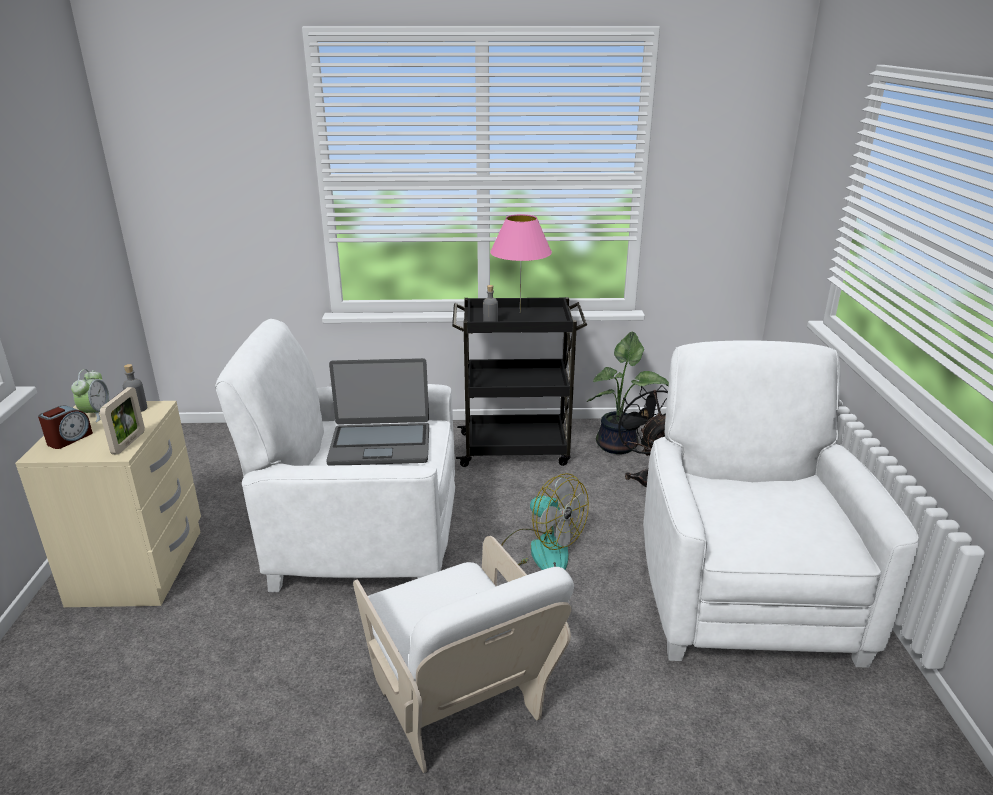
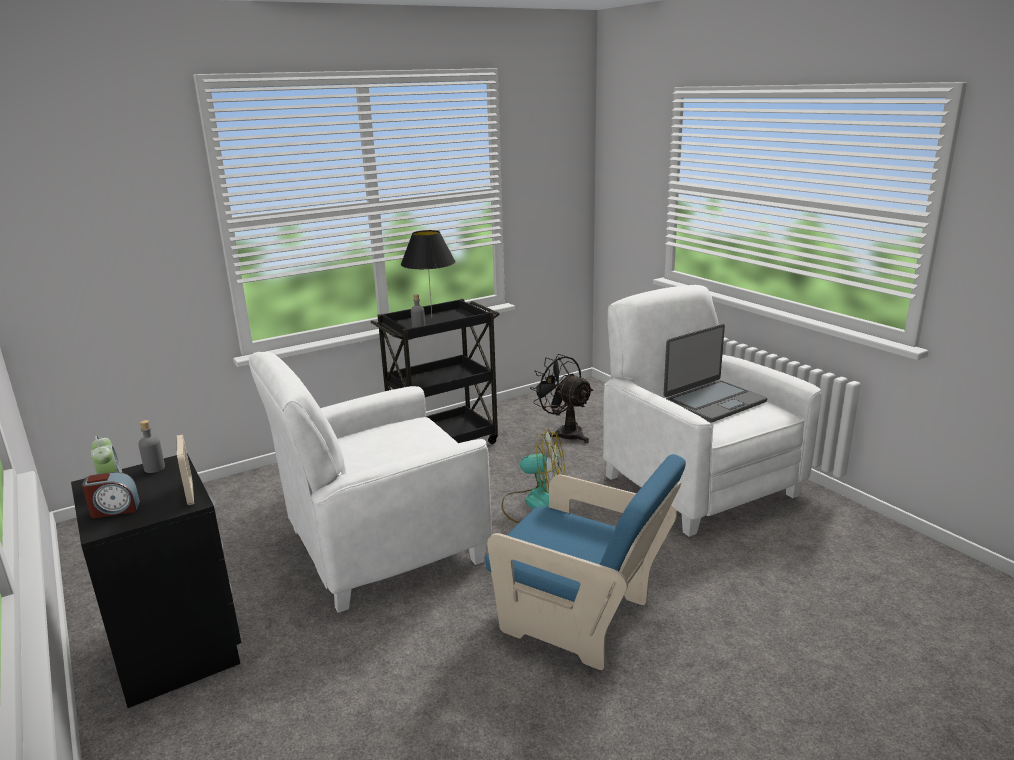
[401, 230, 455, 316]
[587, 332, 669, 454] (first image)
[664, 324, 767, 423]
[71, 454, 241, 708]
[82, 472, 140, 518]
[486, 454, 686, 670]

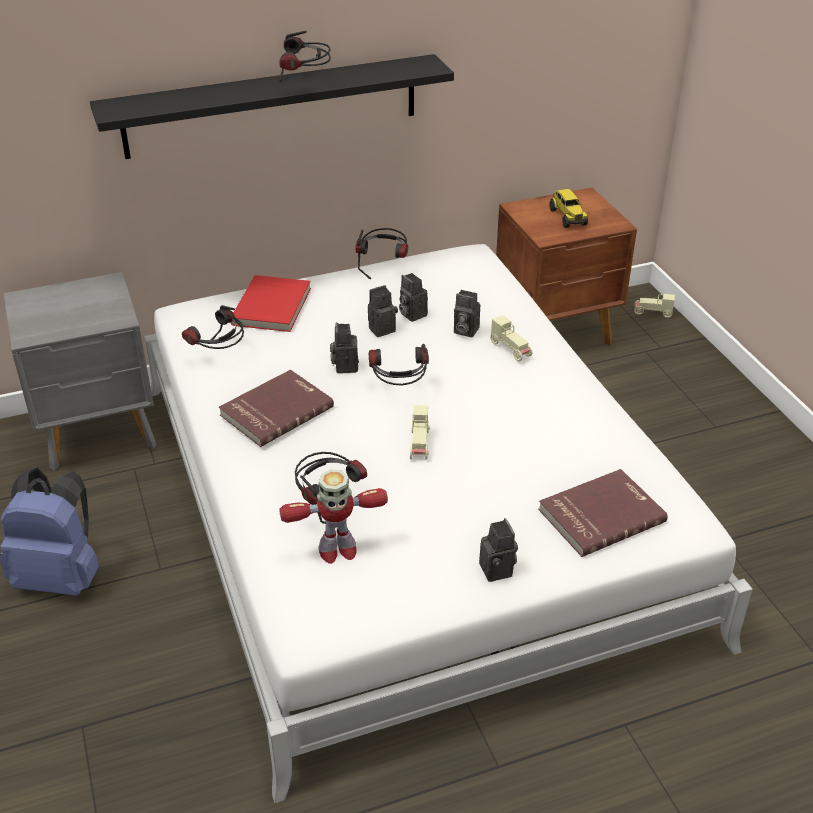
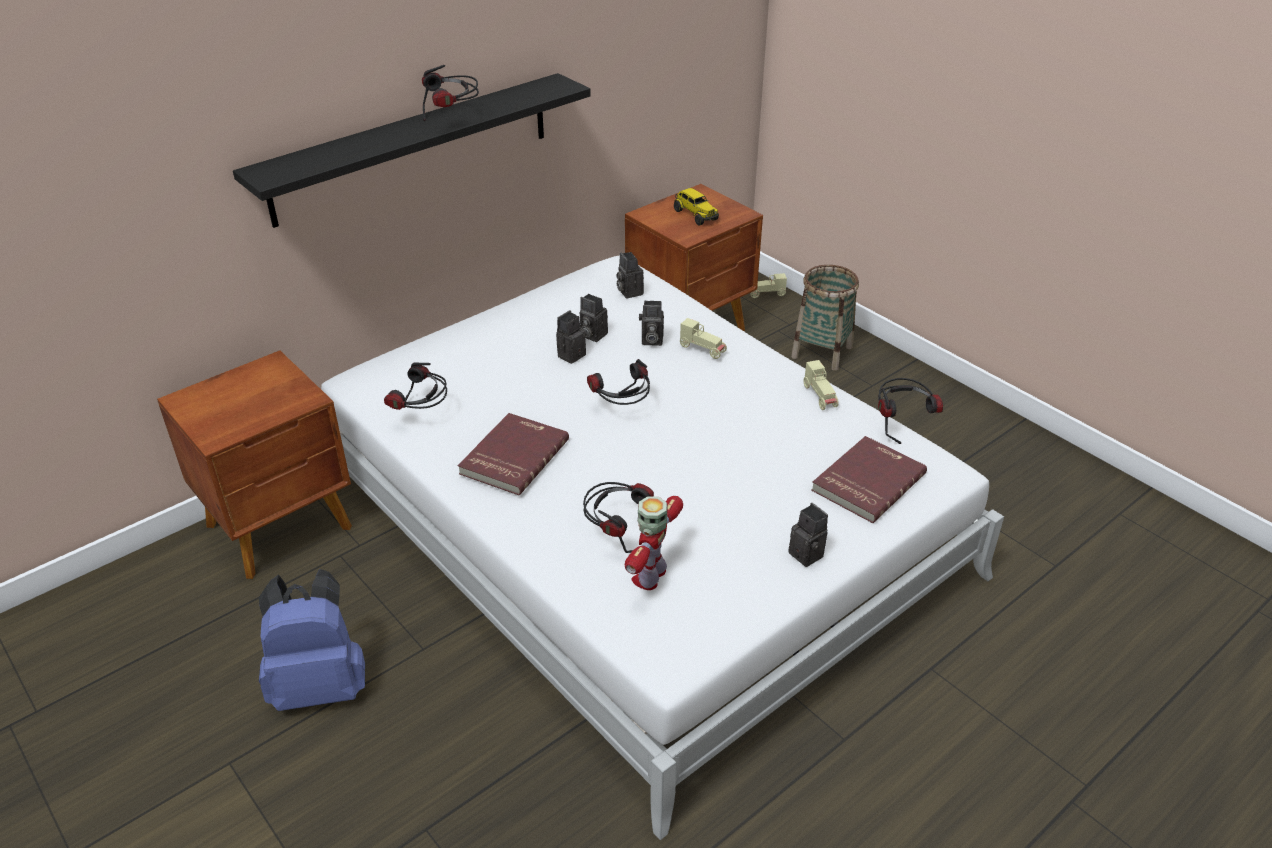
[878, 378, 943, 444]
[157, 350, 352, 579]
[230, 275, 311, 332] (first image)
[616, 252, 644, 298]
[803, 360, 839, 410]
[624, 496, 683, 590]
[791, 265, 859, 371]

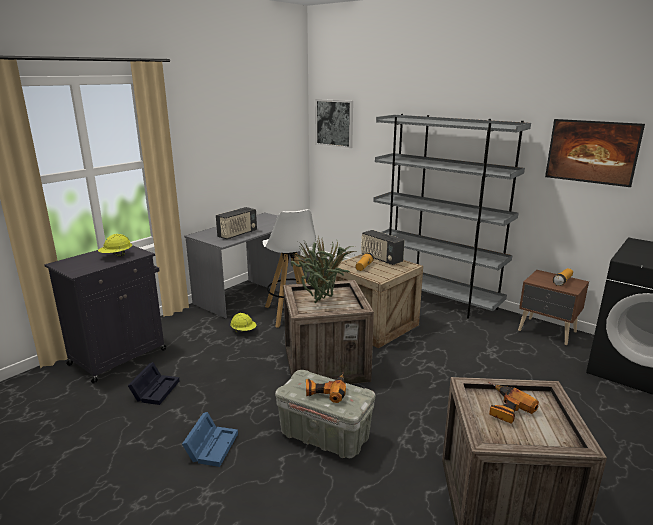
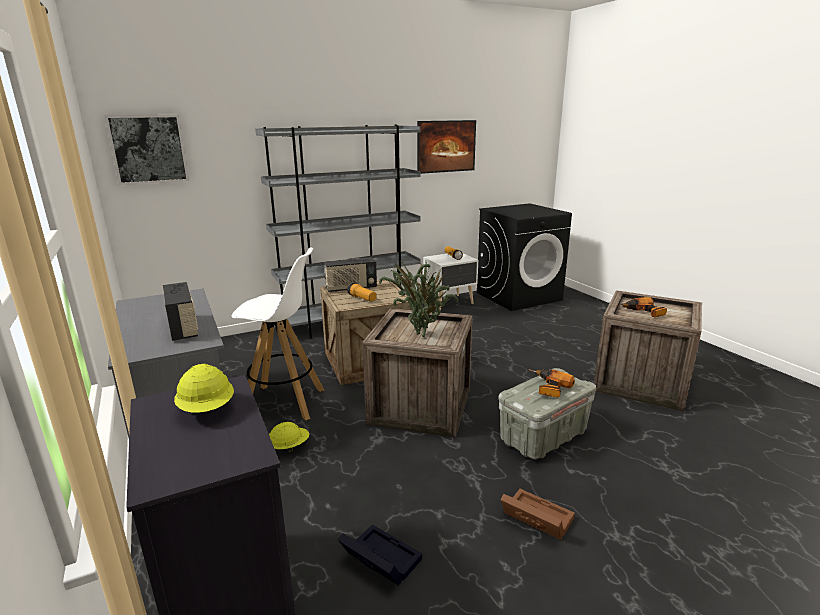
[423, 253, 478, 310]
[501, 489, 575, 540]

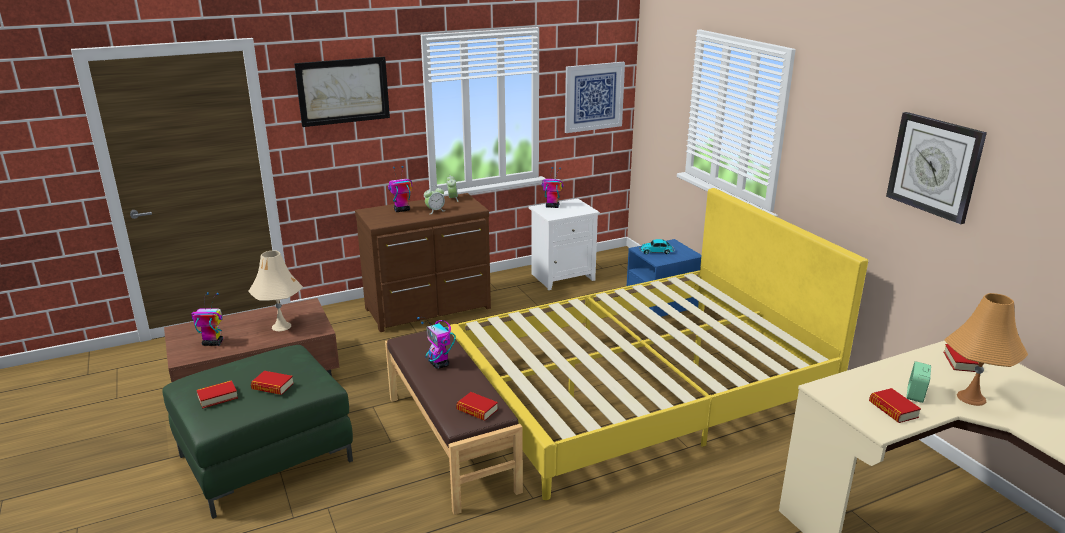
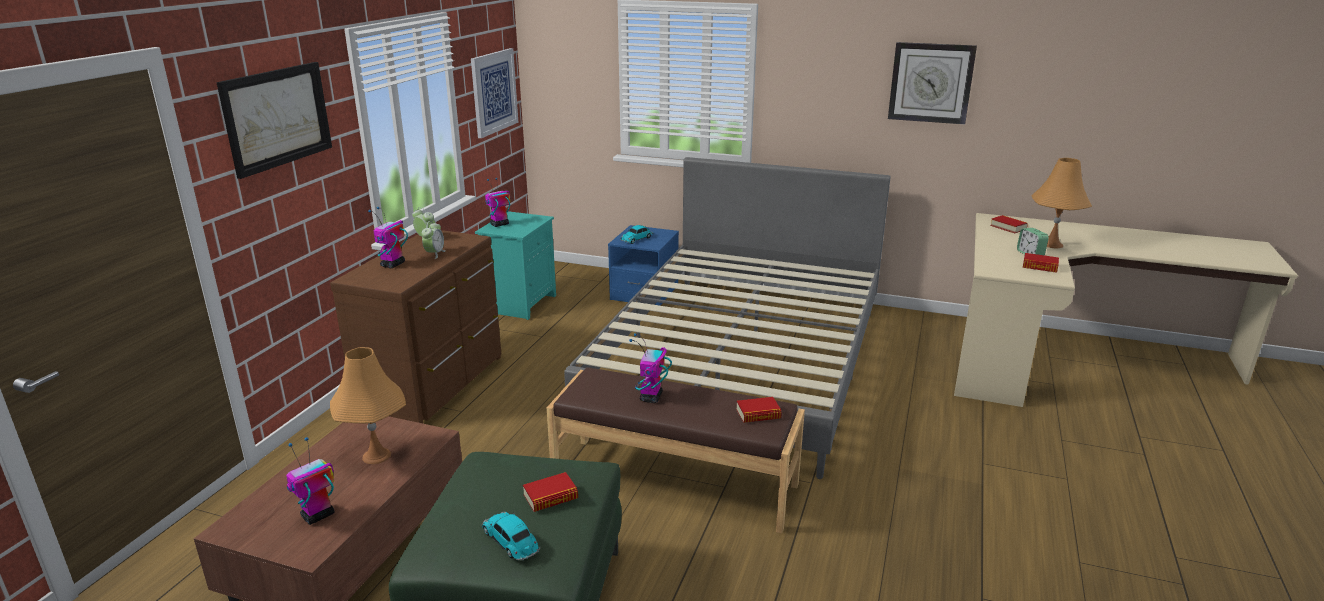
[564, 157, 891, 479]
[475, 211, 556, 320]
[330, 347, 406, 464]
[629, 334, 672, 403]
[482, 511, 540, 560]

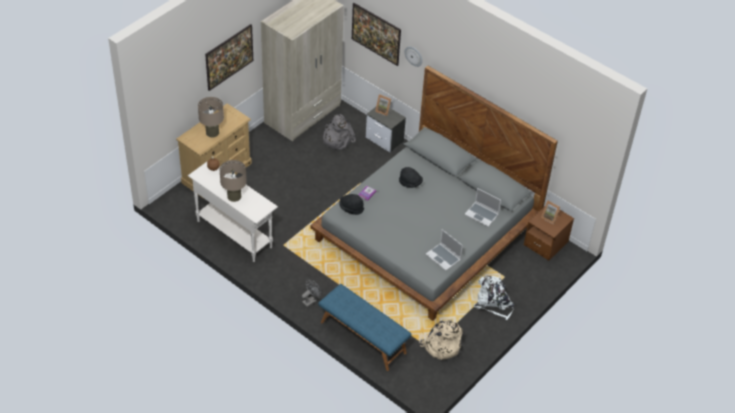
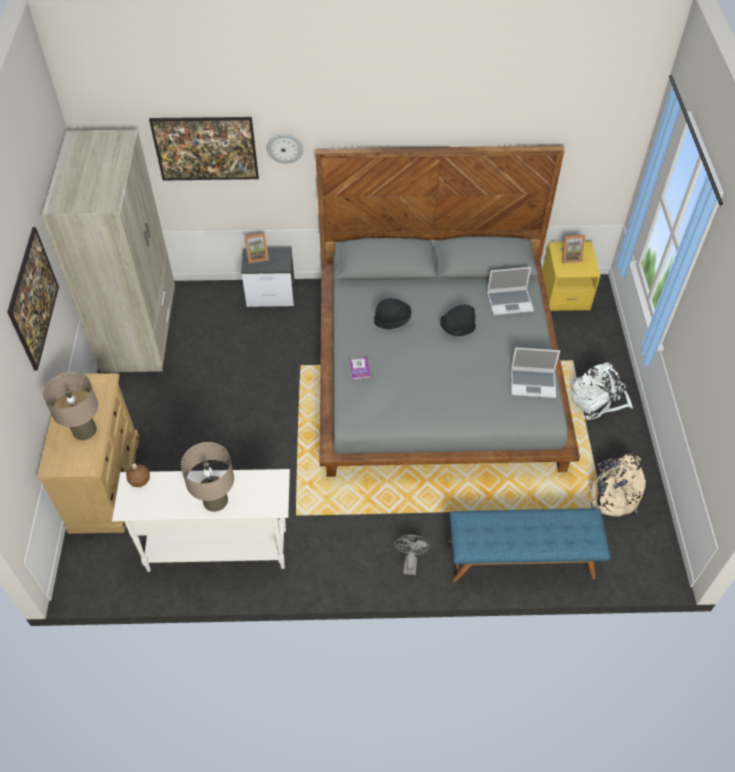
[323, 114, 356, 150] (first image)
[440, 304, 476, 336]
[542, 241, 600, 311]

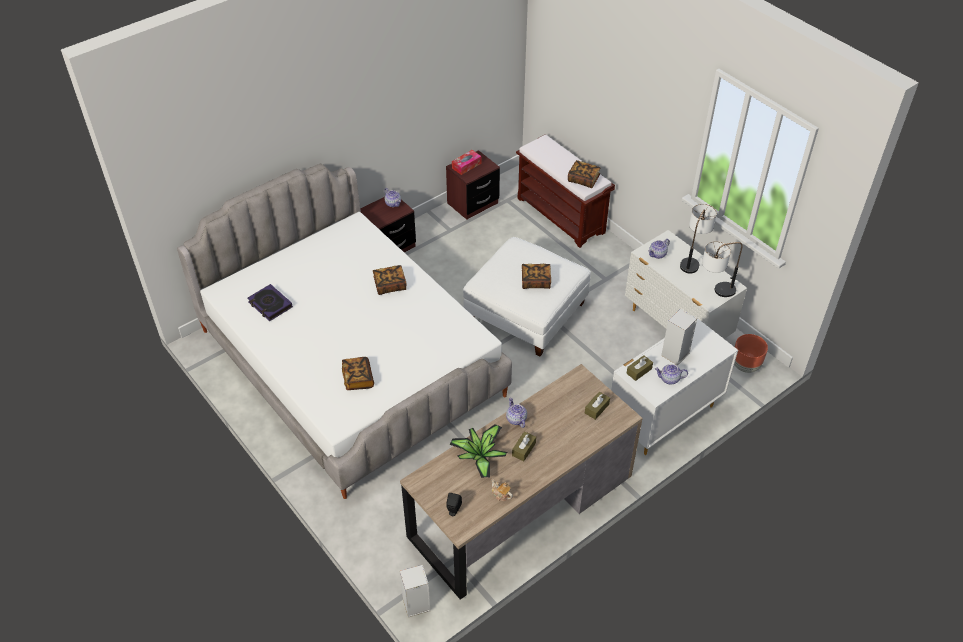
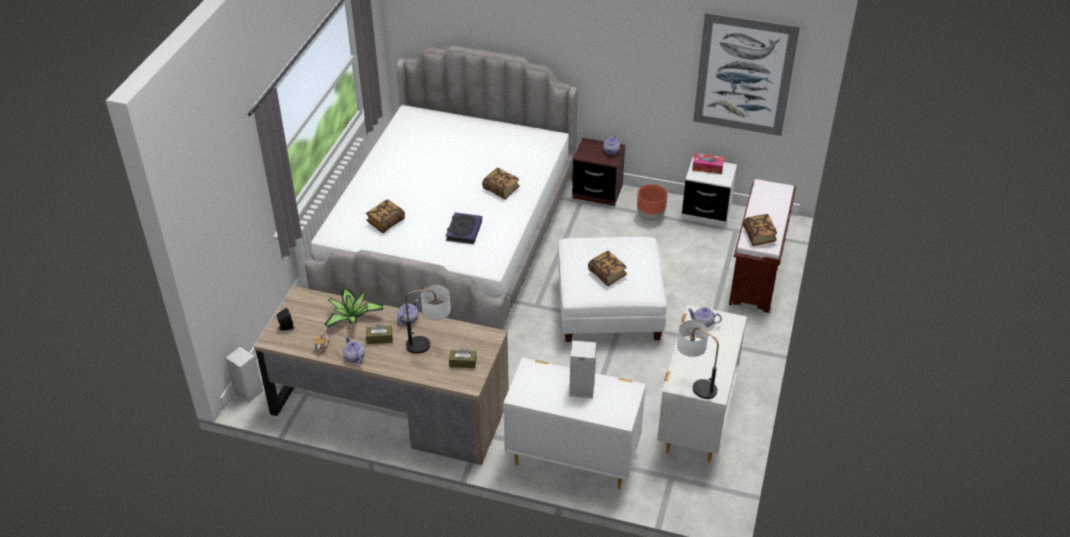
[682, 157, 737, 227]
[405, 285, 451, 354]
[446, 213, 482, 244]
[637, 184, 668, 221]
[627, 355, 653, 381] (first image)
[343, 336, 365, 364]
[693, 12, 800, 136]

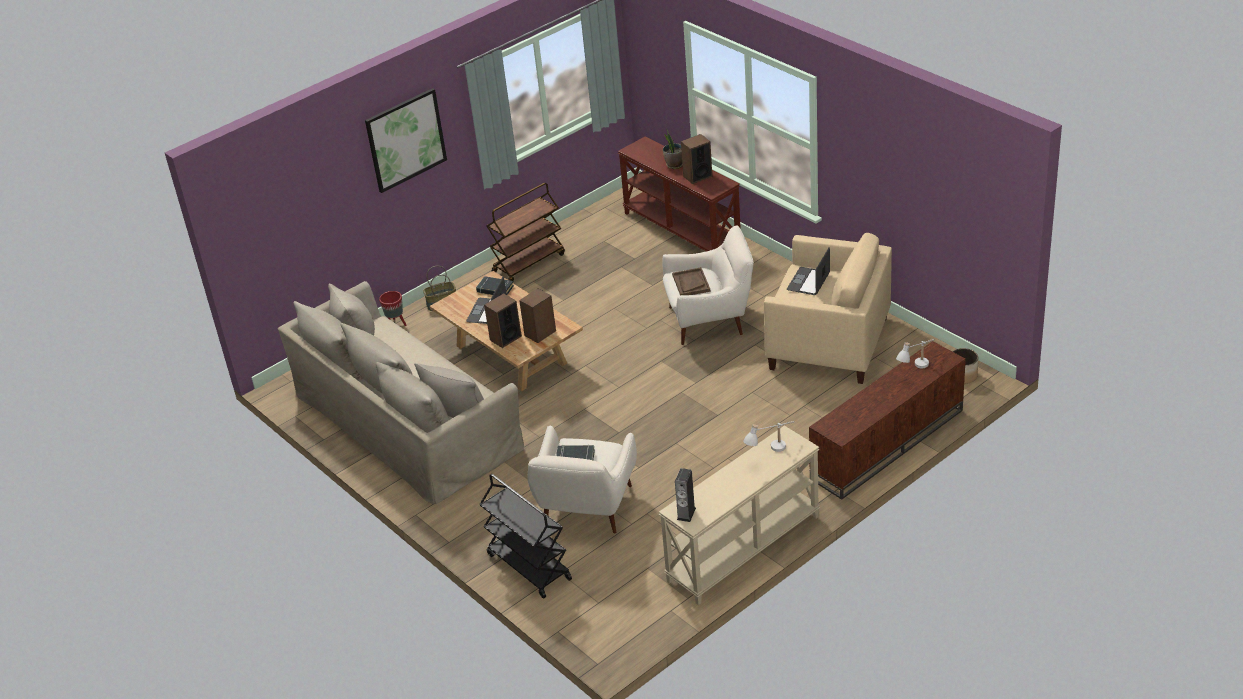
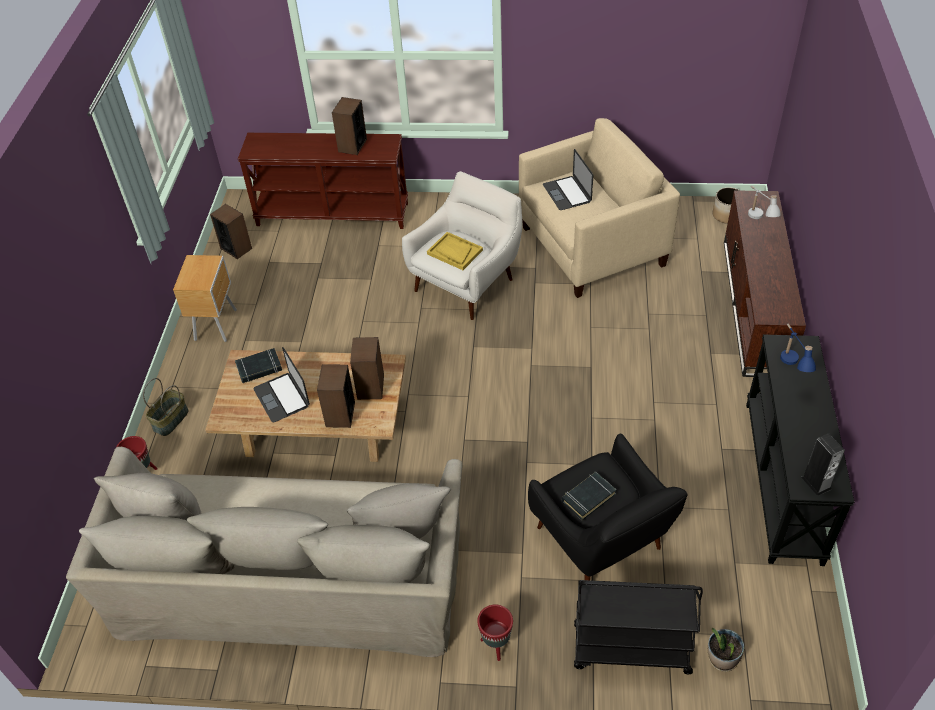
[365, 88, 447, 193] (first image)
[708, 628, 744, 672]
[173, 255, 237, 342]
[427, 232, 483, 270]
[780, 324, 816, 372]
[746, 335, 855, 566]
[528, 434, 688, 580]
[210, 204, 252, 259]
[477, 604, 513, 661]

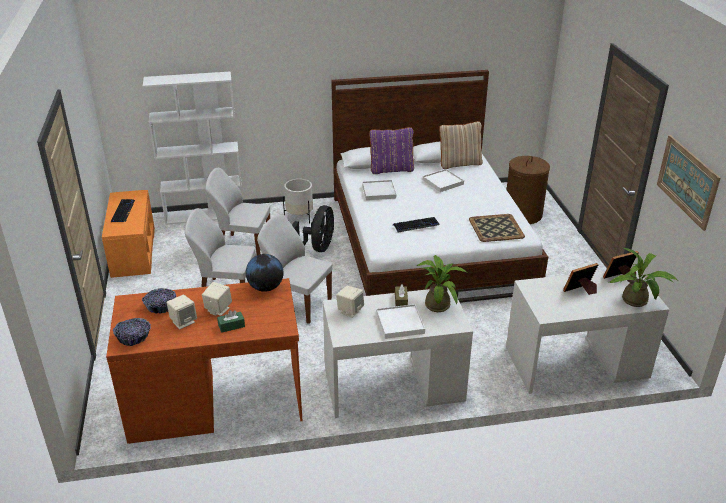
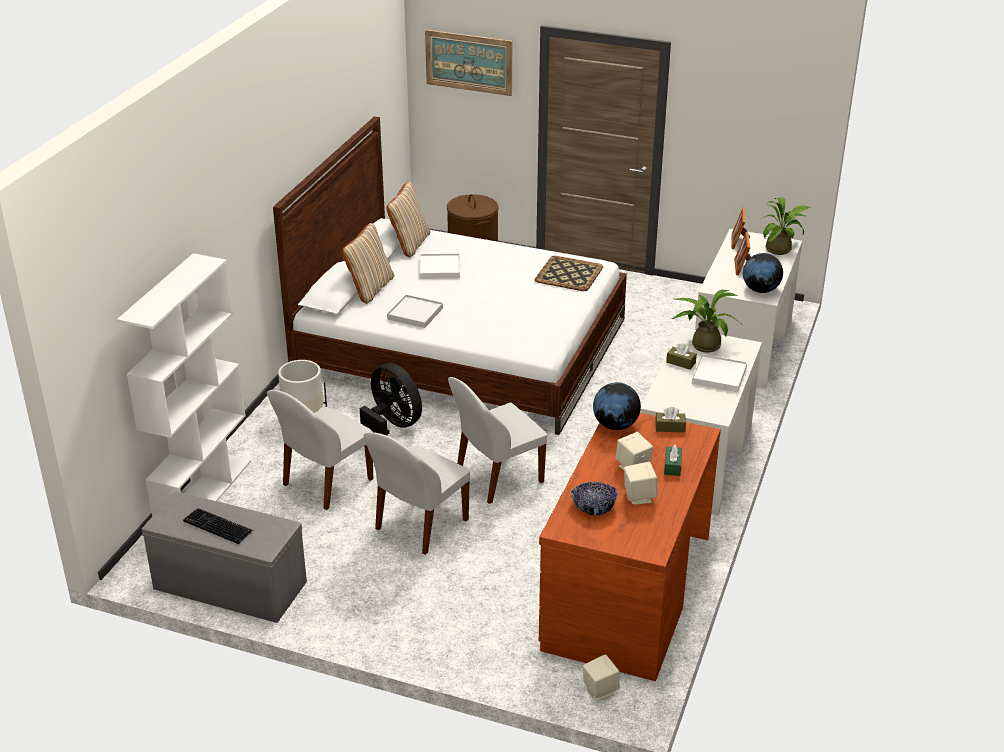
[342, 223, 394, 304]
[425, 30, 512, 96]
[142, 492, 307, 623]
[393, 217, 440, 232] (first image)
[583, 654, 620, 701]
[113, 318, 151, 346] (first image)
[743, 253, 783, 293]
[655, 407, 686, 433]

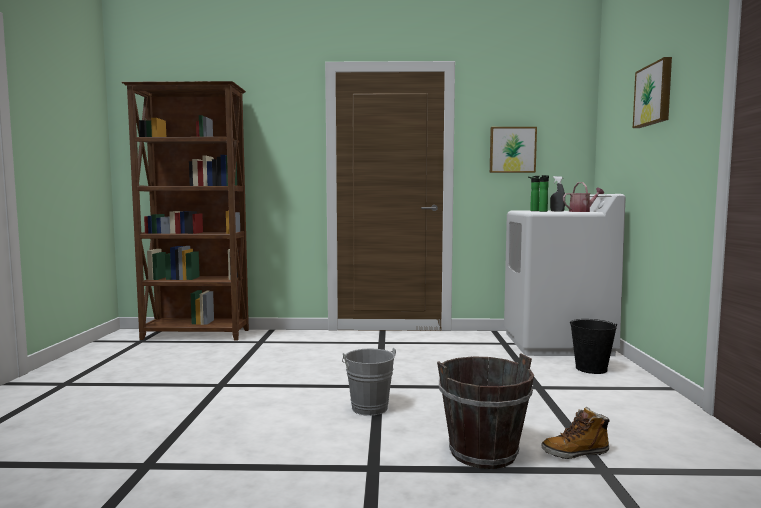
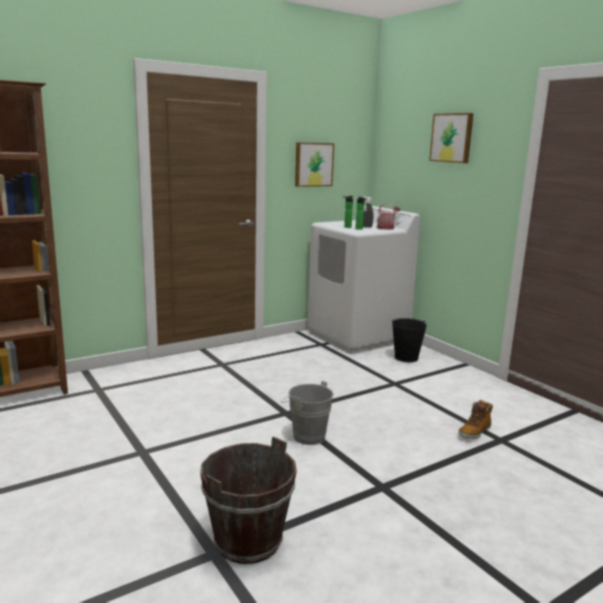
[200, 436, 297, 564]

